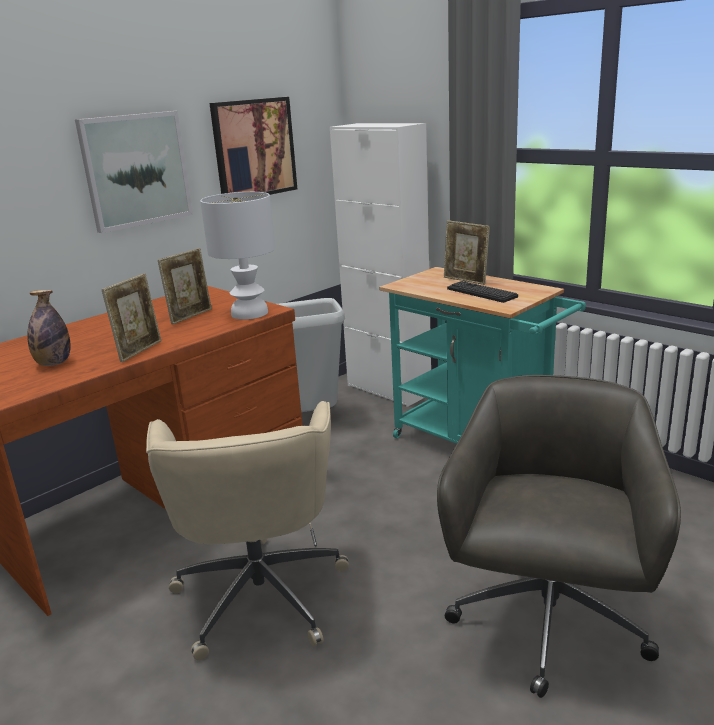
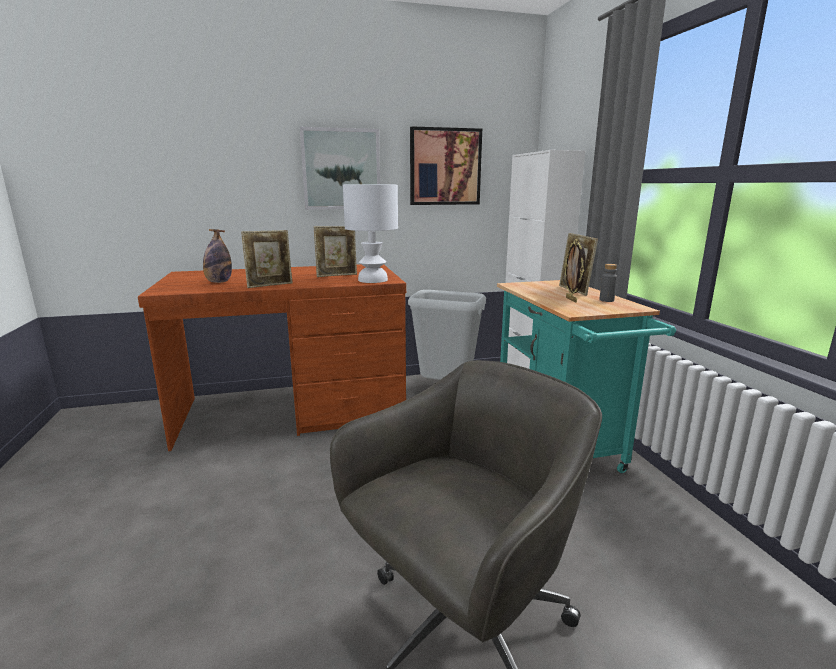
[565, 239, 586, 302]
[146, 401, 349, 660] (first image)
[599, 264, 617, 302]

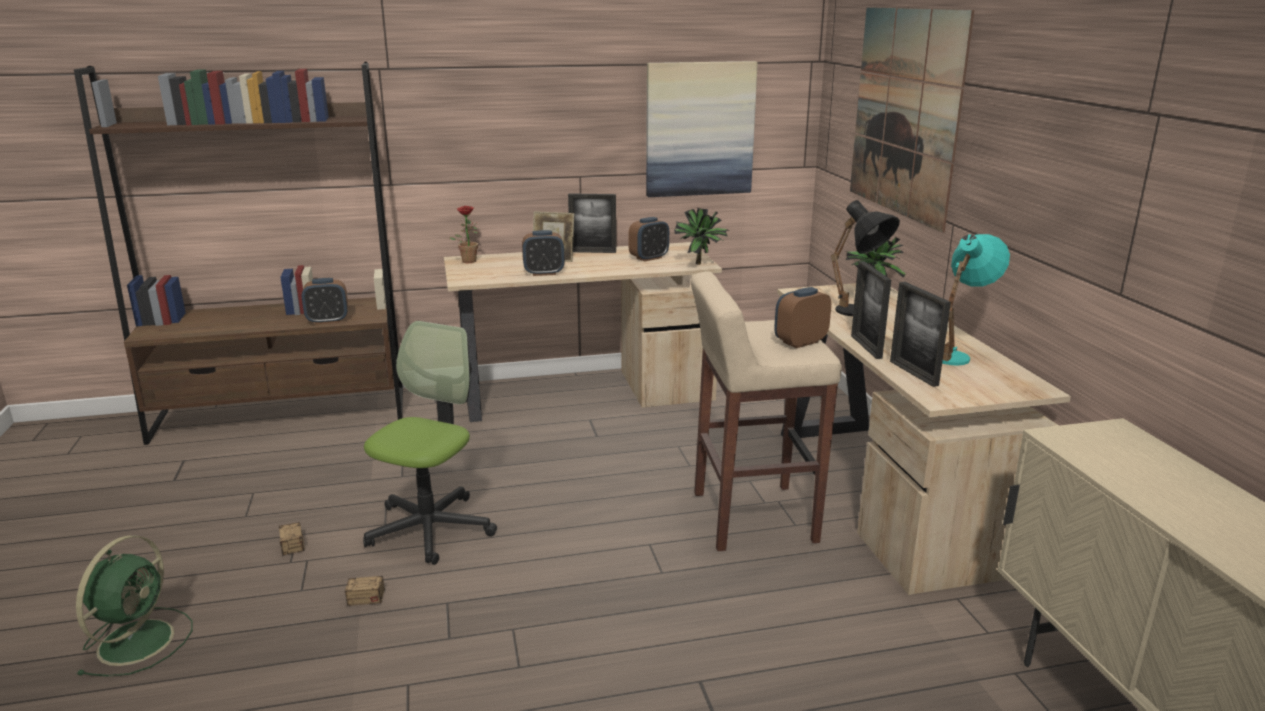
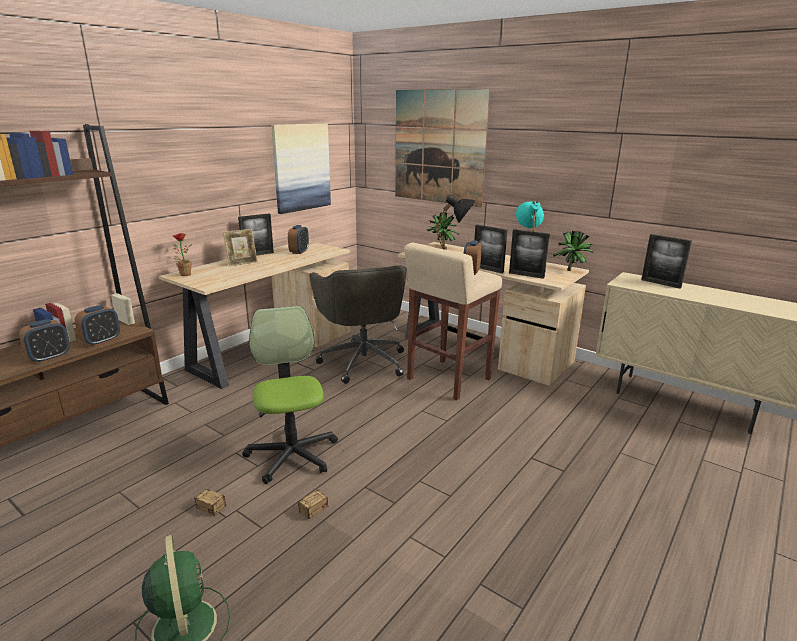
[553, 231, 594, 271]
[19, 319, 70, 363]
[641, 234, 692, 289]
[310, 265, 407, 384]

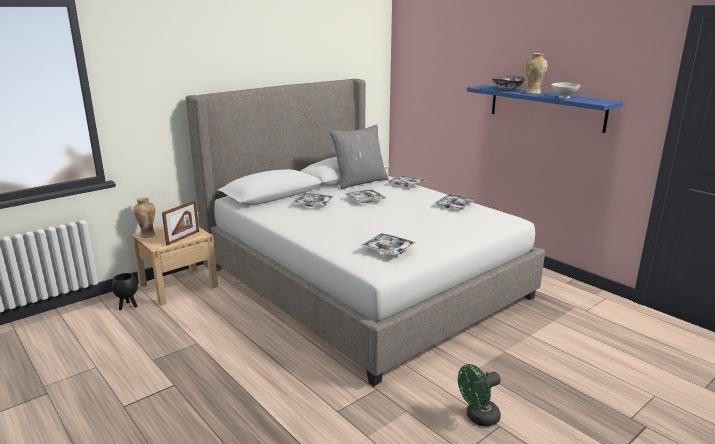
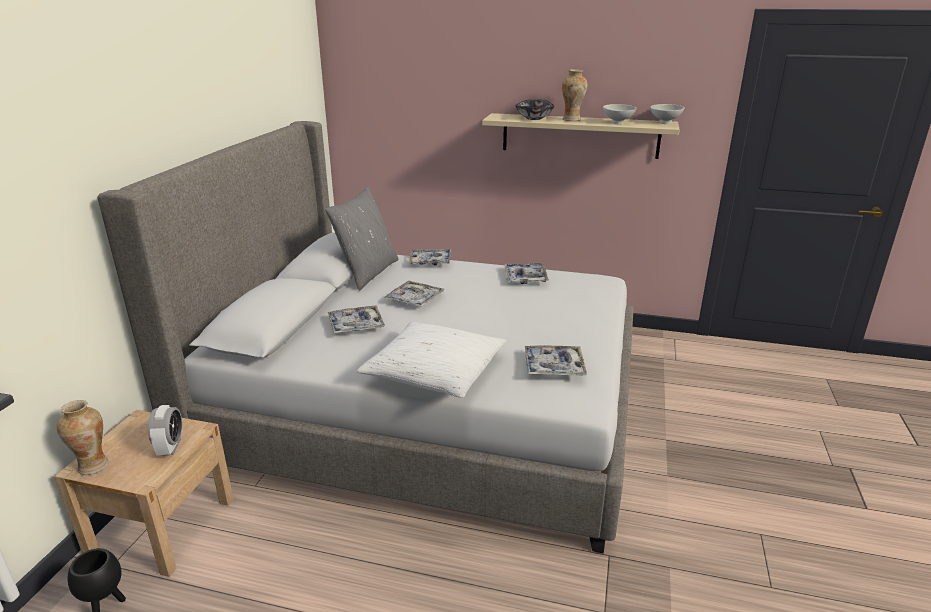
[482, 113, 680, 159]
[148, 405, 182, 456]
[458, 364, 501, 427] (first image)
[650, 104, 685, 124]
[356, 322, 507, 398]

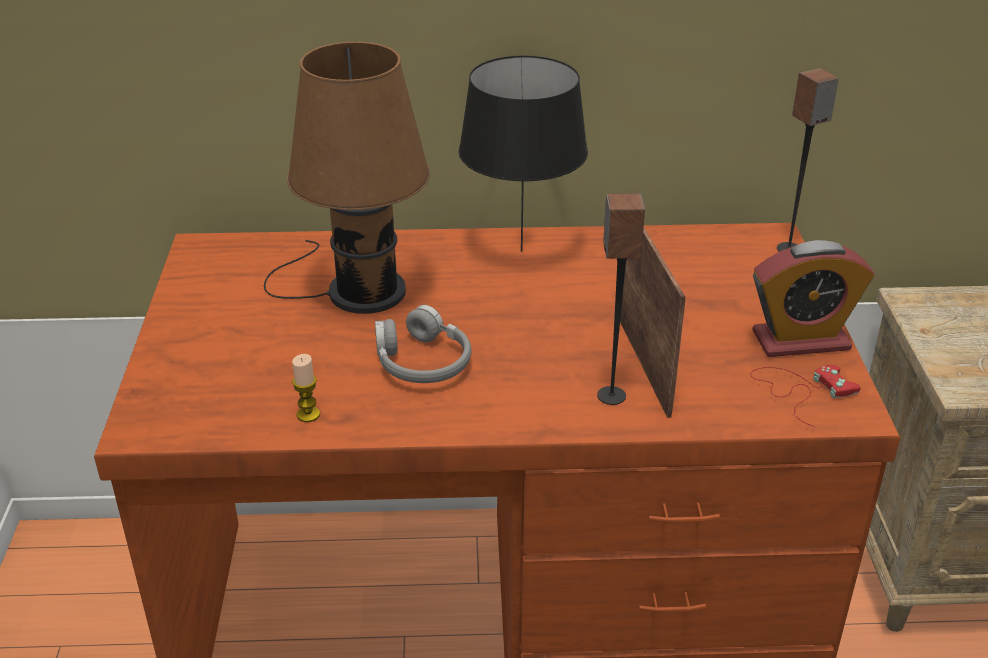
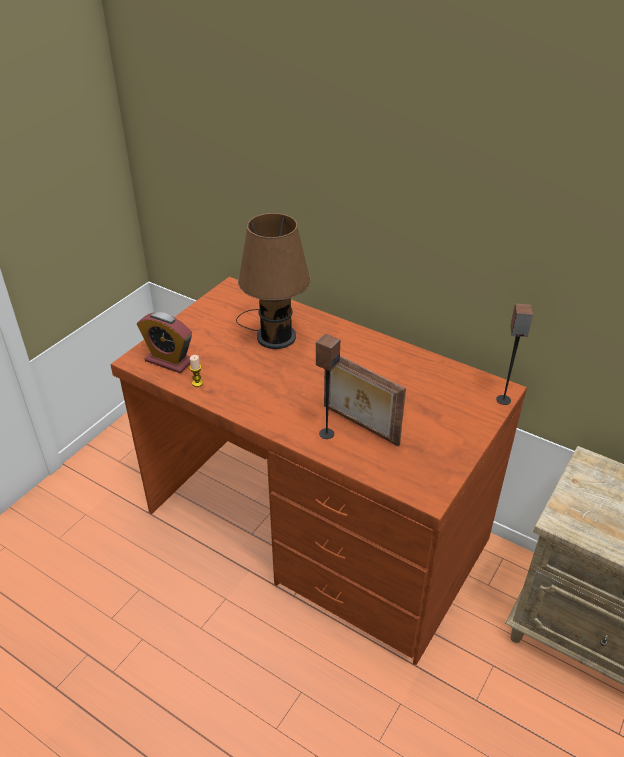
[458, 56, 588, 252] (first image)
[324, 356, 406, 447]
[137, 312, 192, 373]
[375, 305, 471, 383] (first image)
[750, 365, 861, 427] (first image)

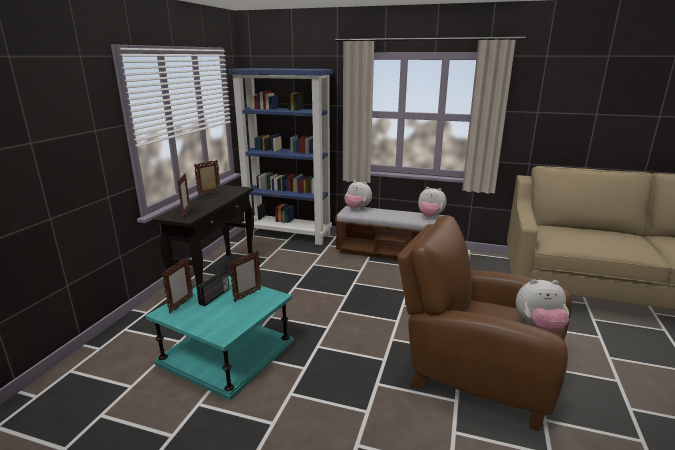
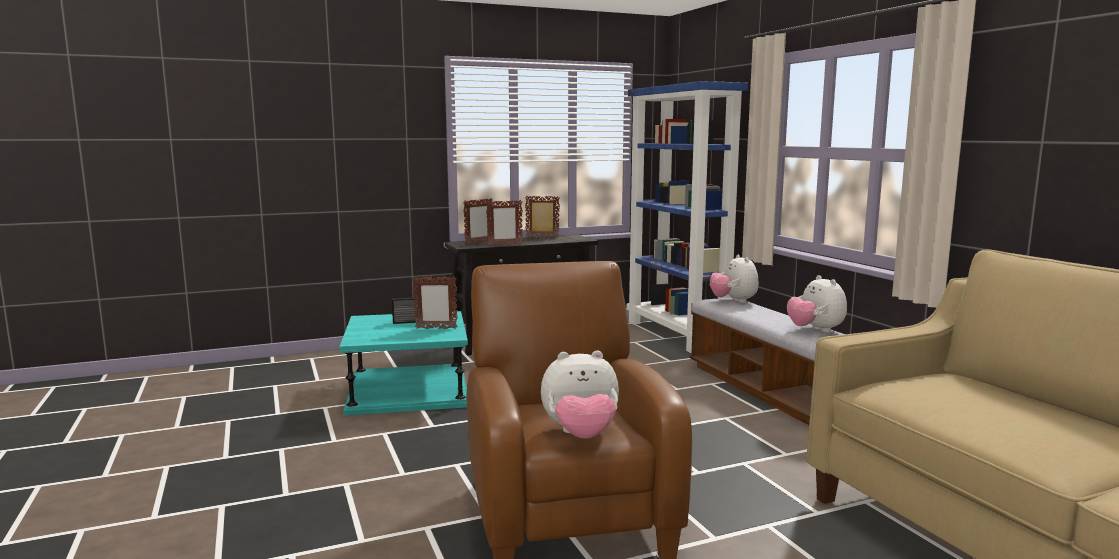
[486, 200, 523, 246]
[541, 351, 619, 439]

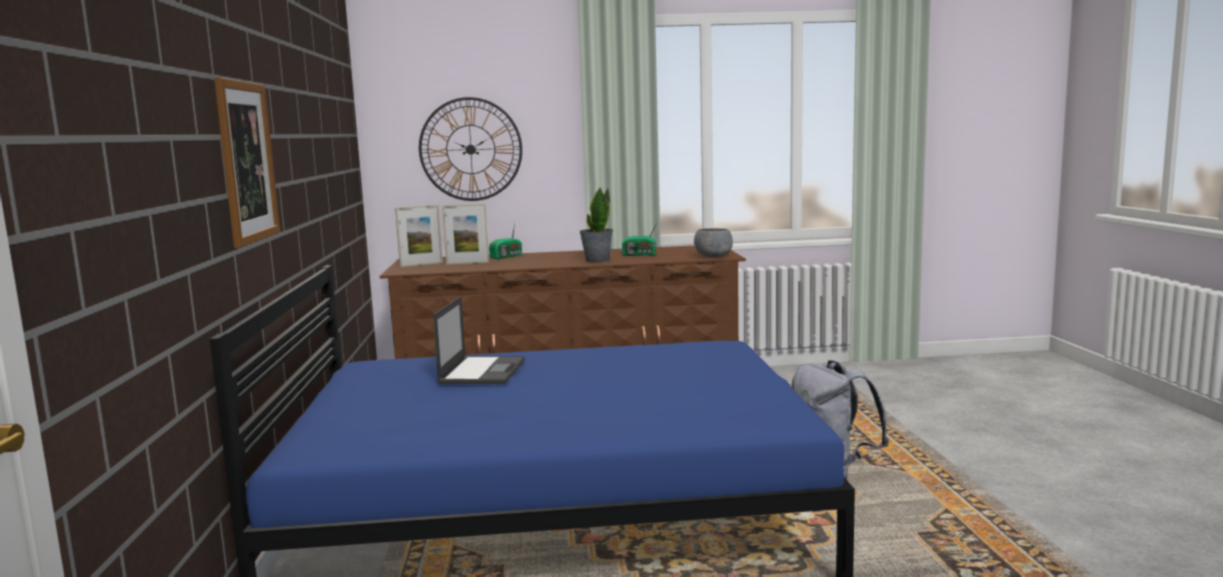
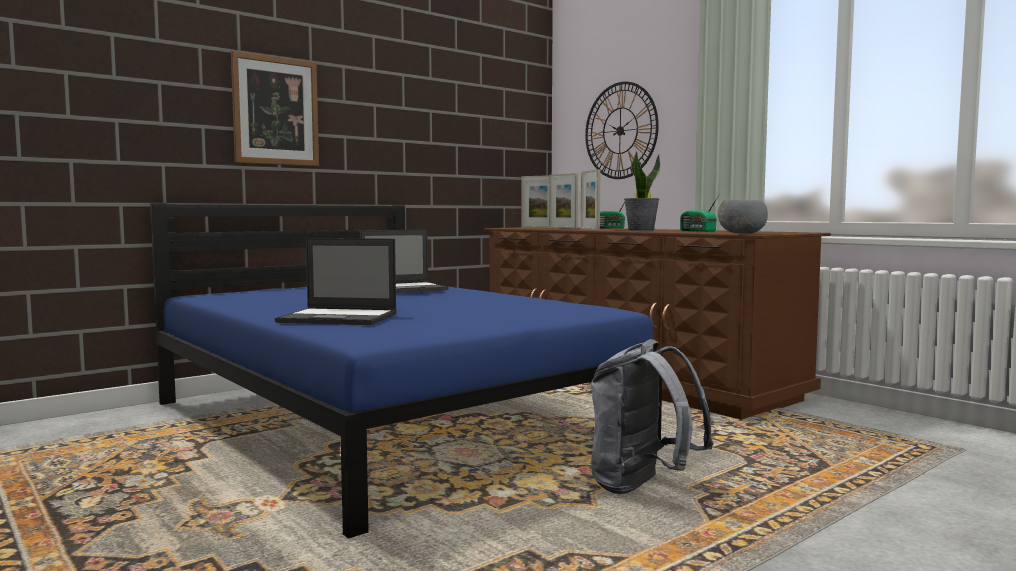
[581, 169, 601, 230]
[275, 238, 397, 325]

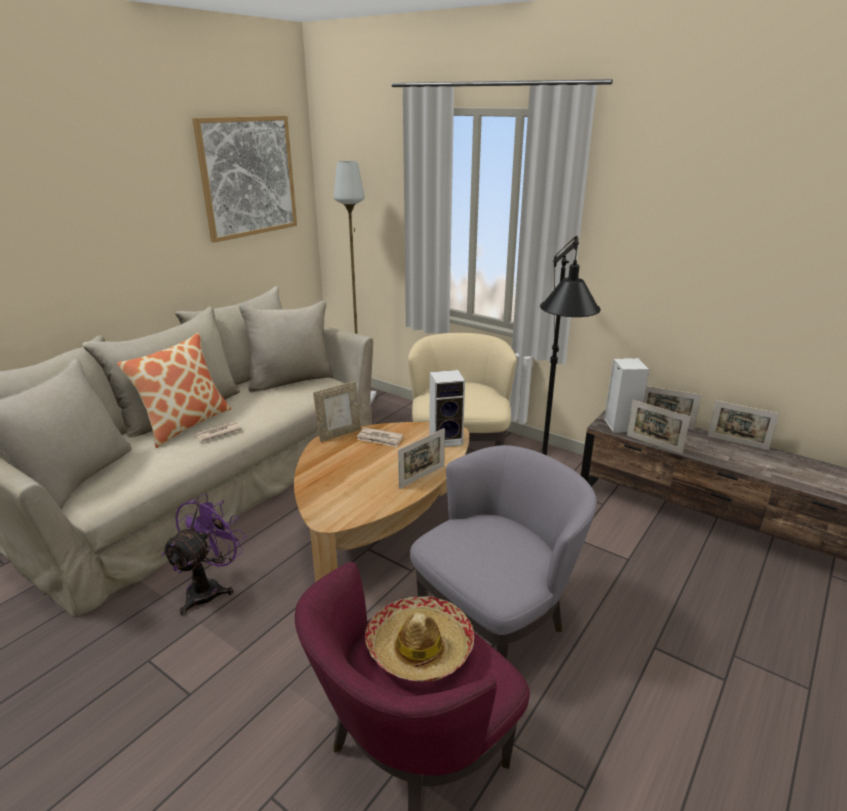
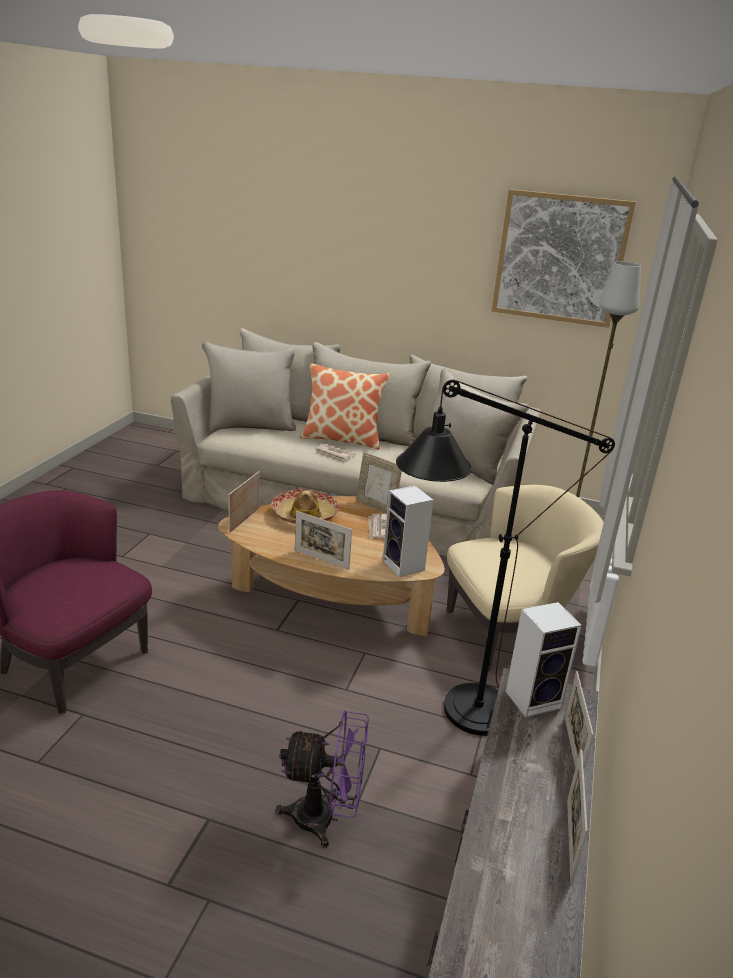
[228, 471, 260, 533]
[410, 445, 597, 659] (first image)
[275, 710, 369, 848]
[271, 489, 340, 524]

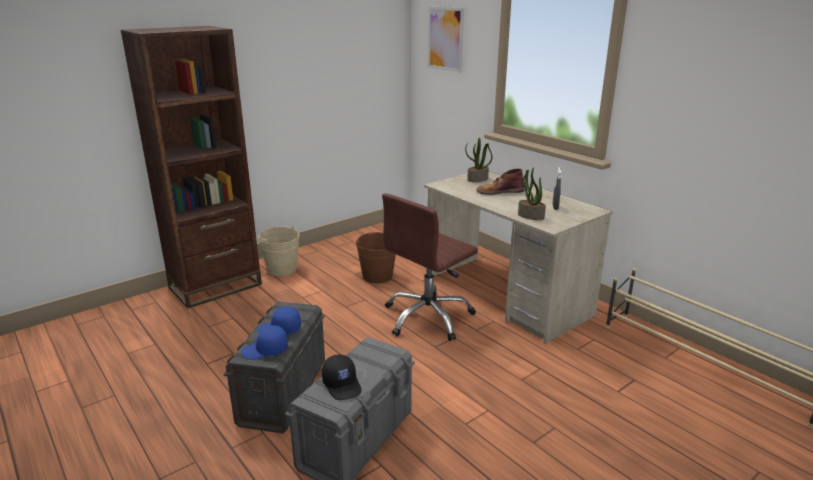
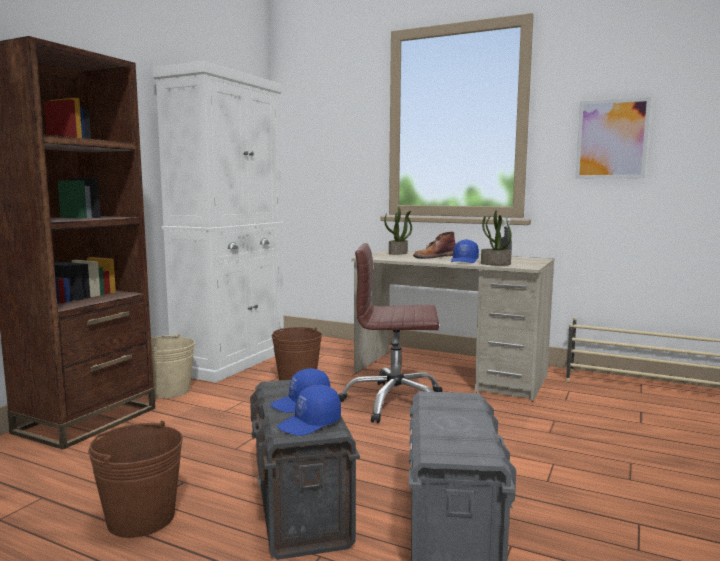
[575, 97, 651, 179]
[339, 243, 443, 423]
[322, 355, 361, 400] (first image)
[153, 61, 284, 383]
[451, 239, 479, 263]
[88, 421, 183, 538]

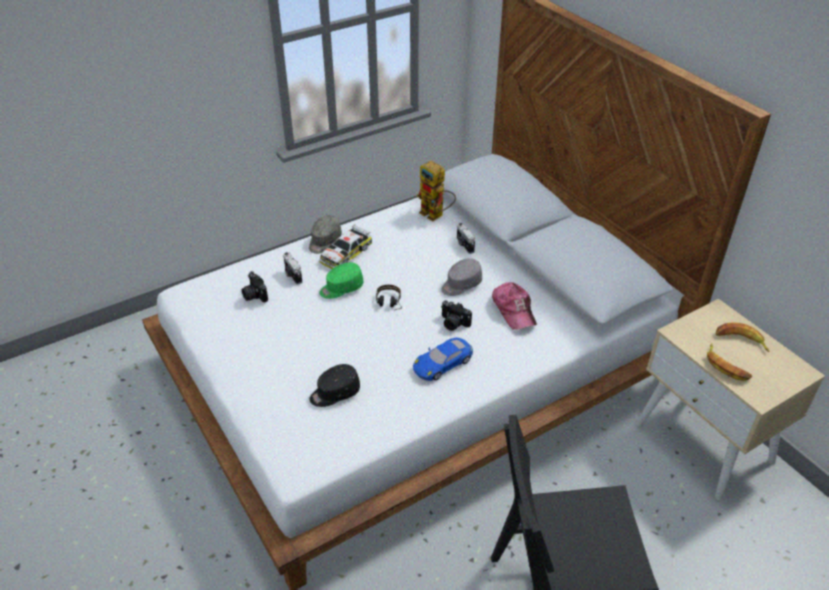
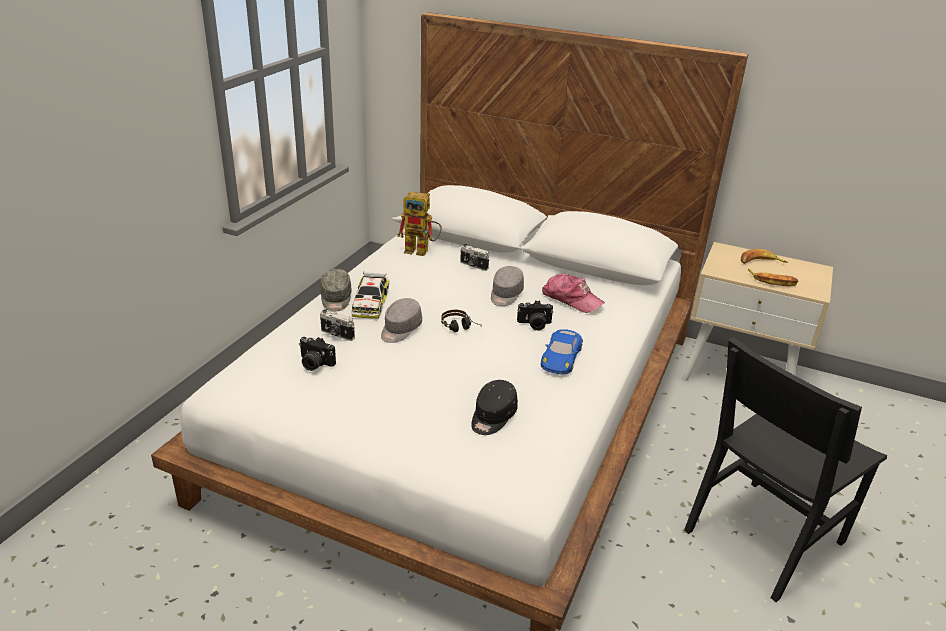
[381, 298, 422, 343]

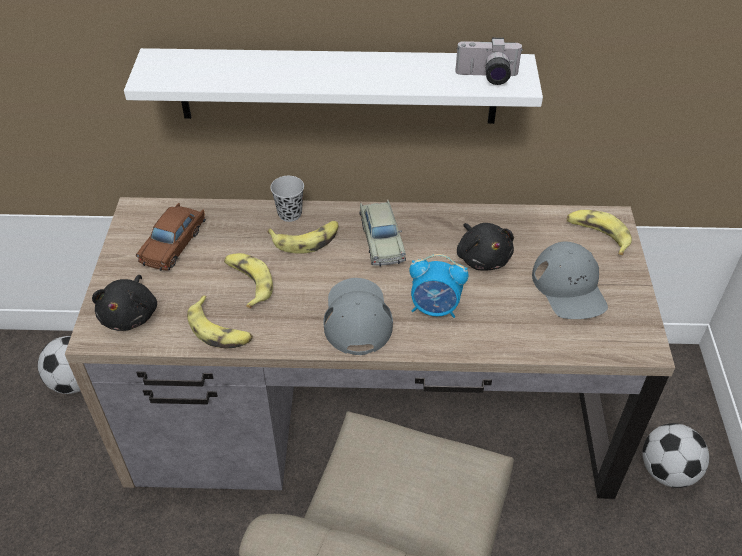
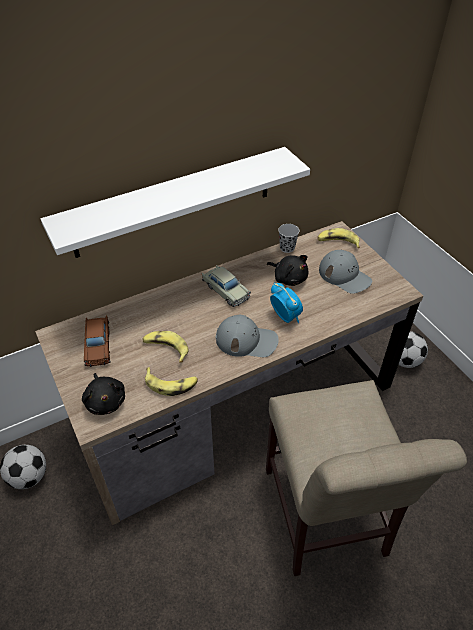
[455, 38, 523, 85] (first image)
[278, 224, 299, 253]
[268, 221, 338, 254] (first image)
[270, 282, 303, 323]
[216, 315, 279, 357]

